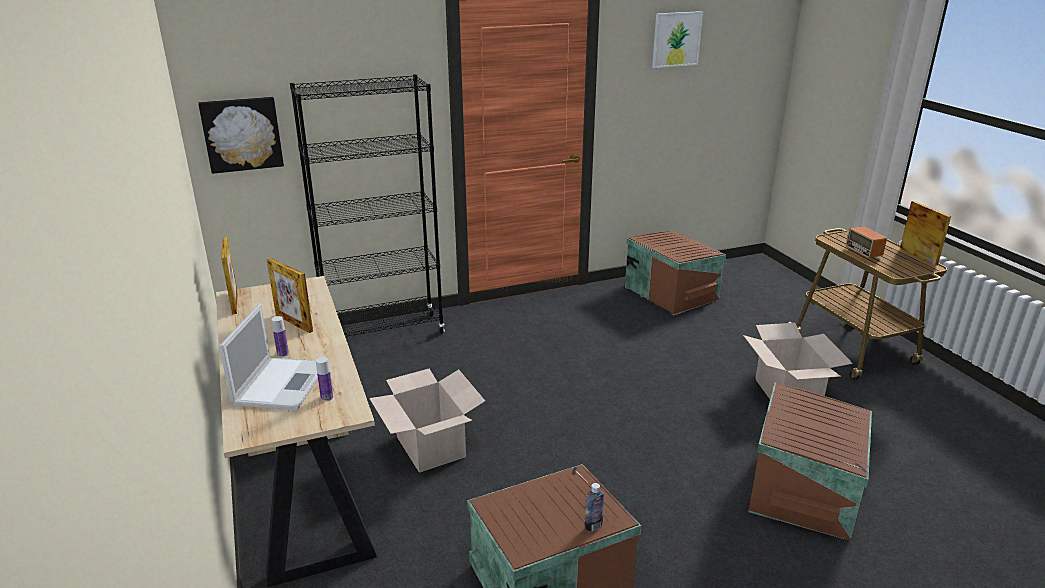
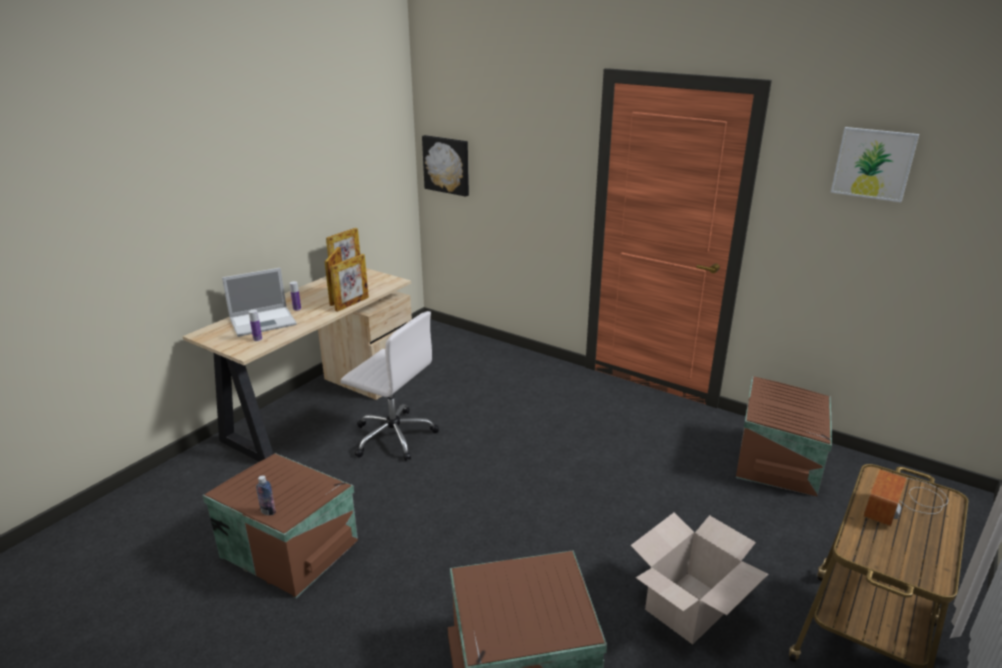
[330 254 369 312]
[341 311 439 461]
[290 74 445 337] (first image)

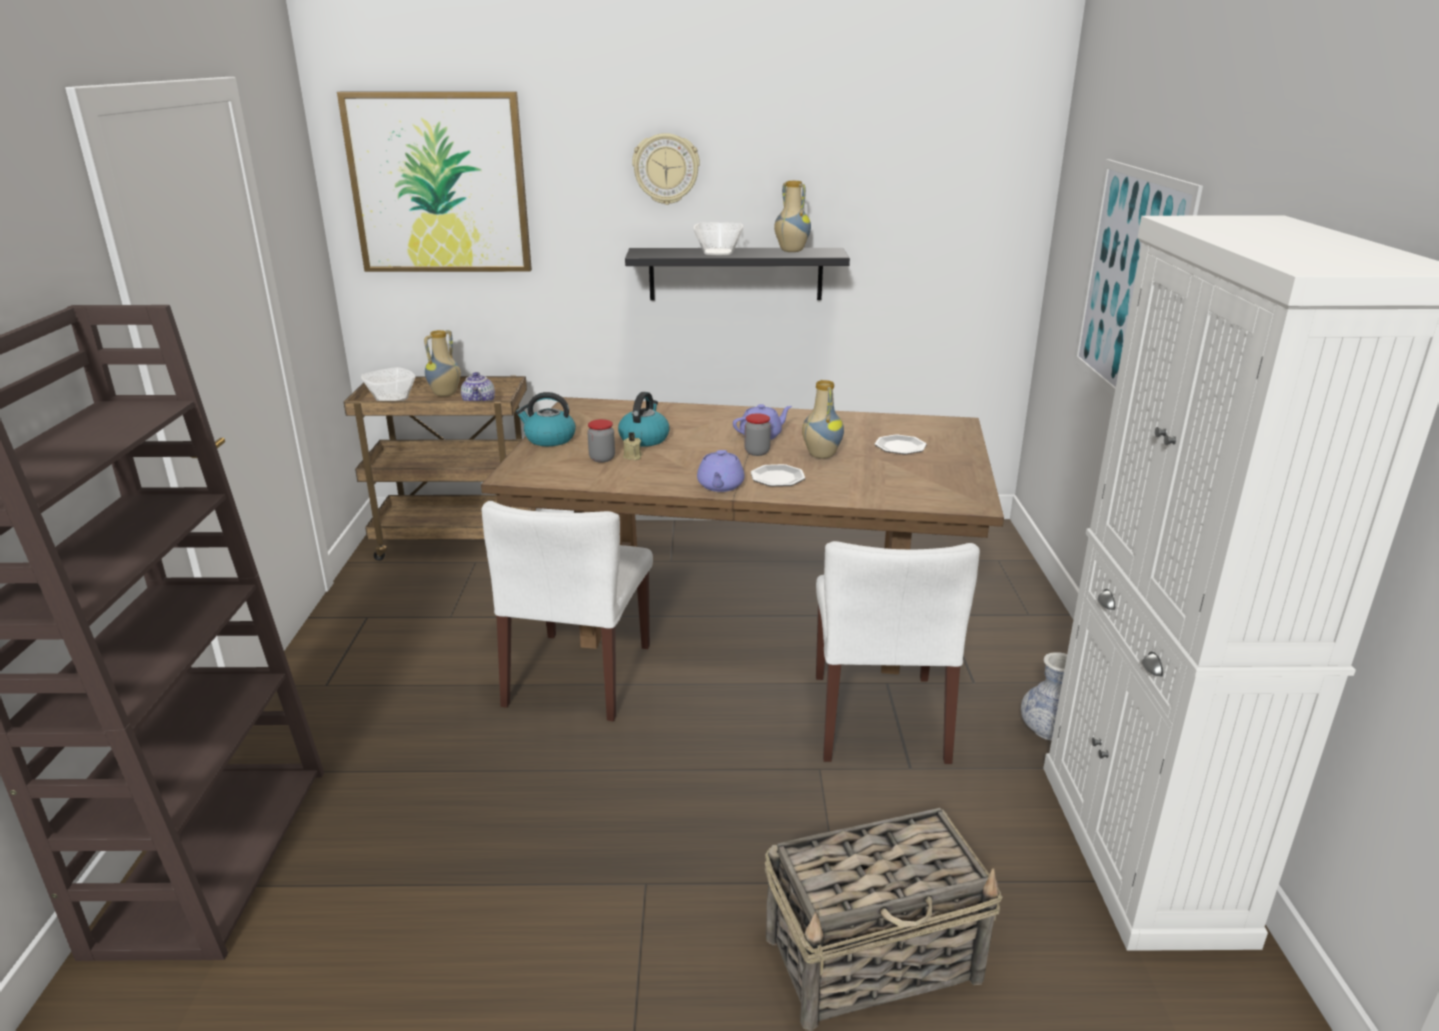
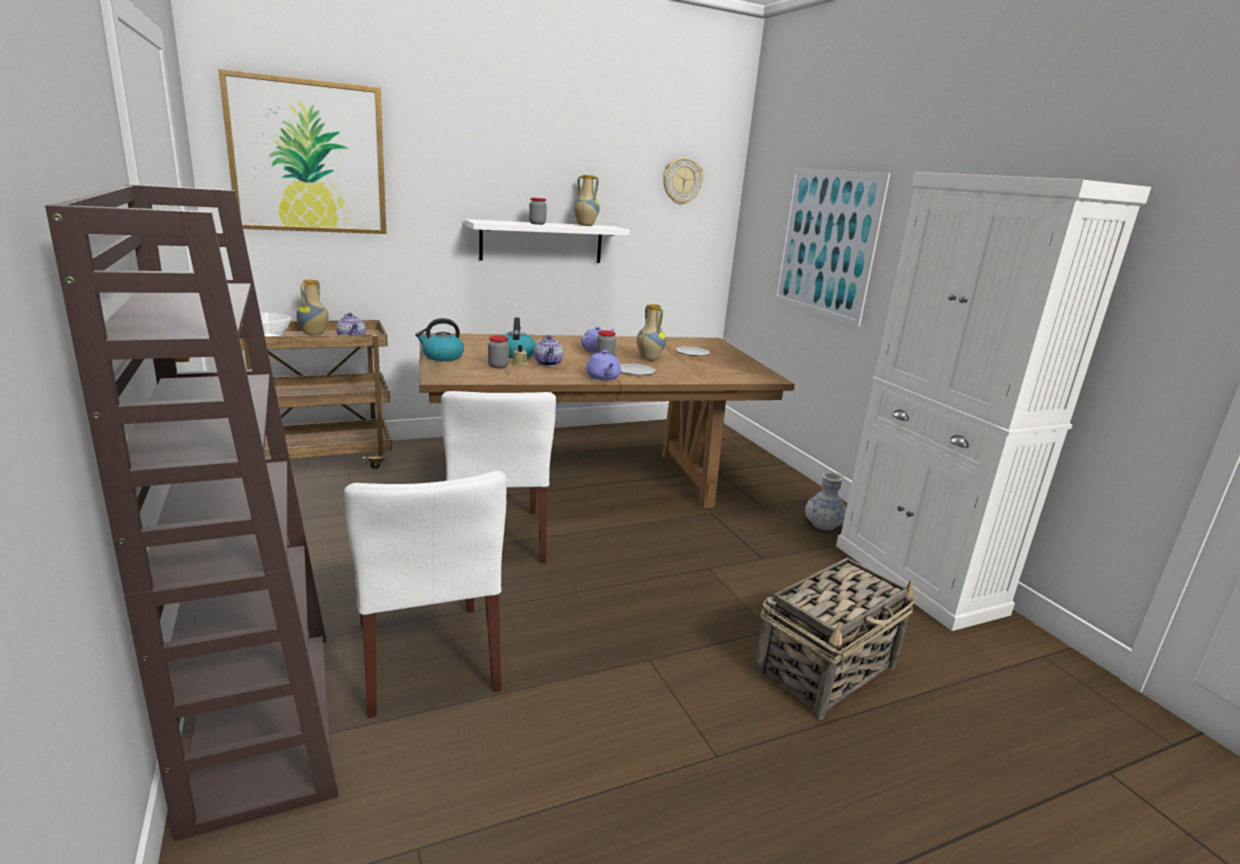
[344 471 507 718]
[465 219 630 263]
[529 198 547 225]
[534 335 563 366]
[663 157 703 205]

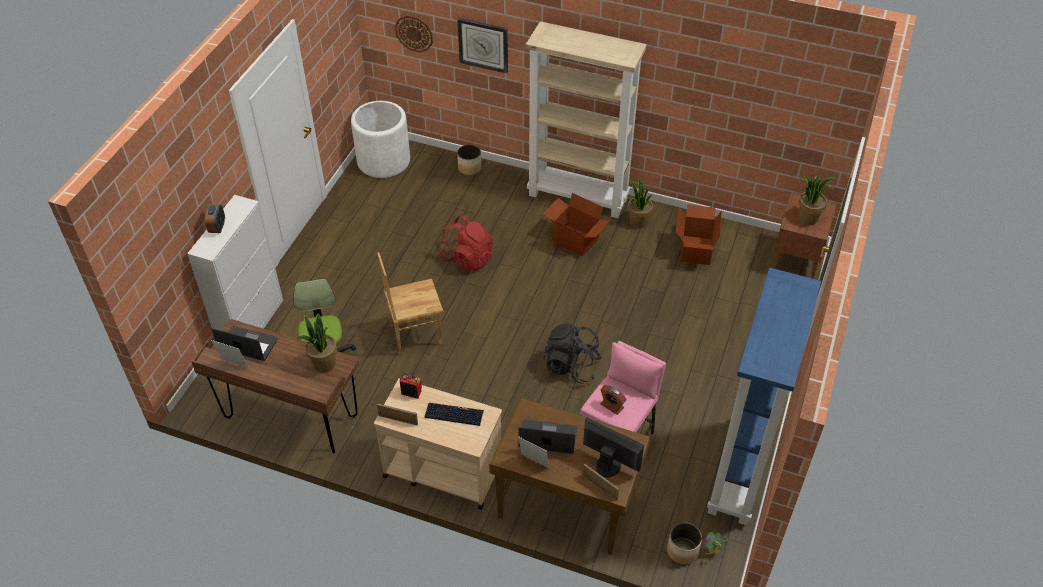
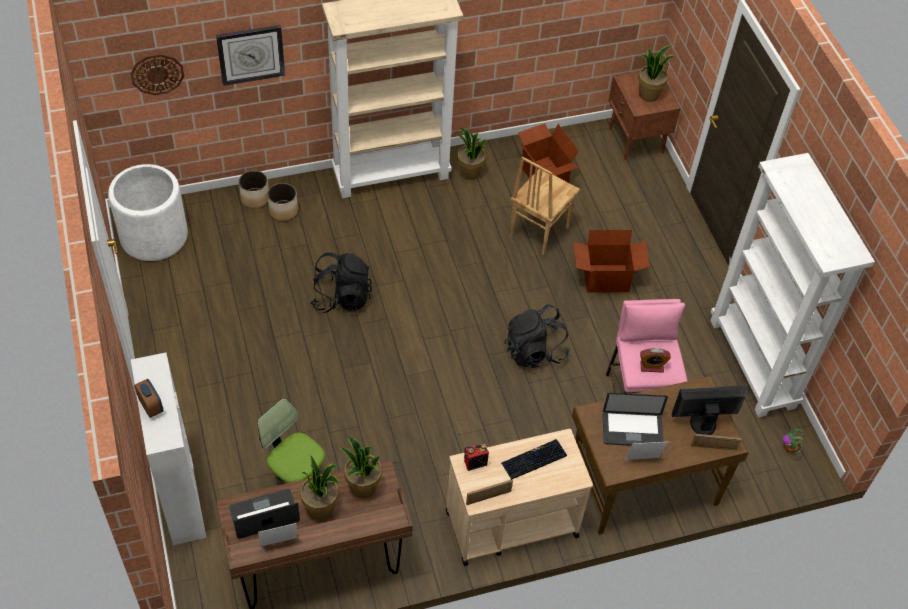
[267 183 298 221]
[300 455 339 520]
[311 252 372 313]
[510 156 580 255]
[573 230 650 292]
[603 393 668 446]
[710 153 875 417]

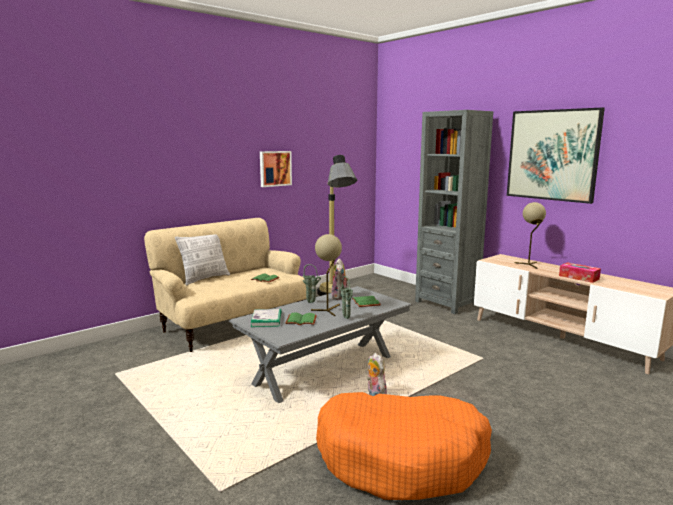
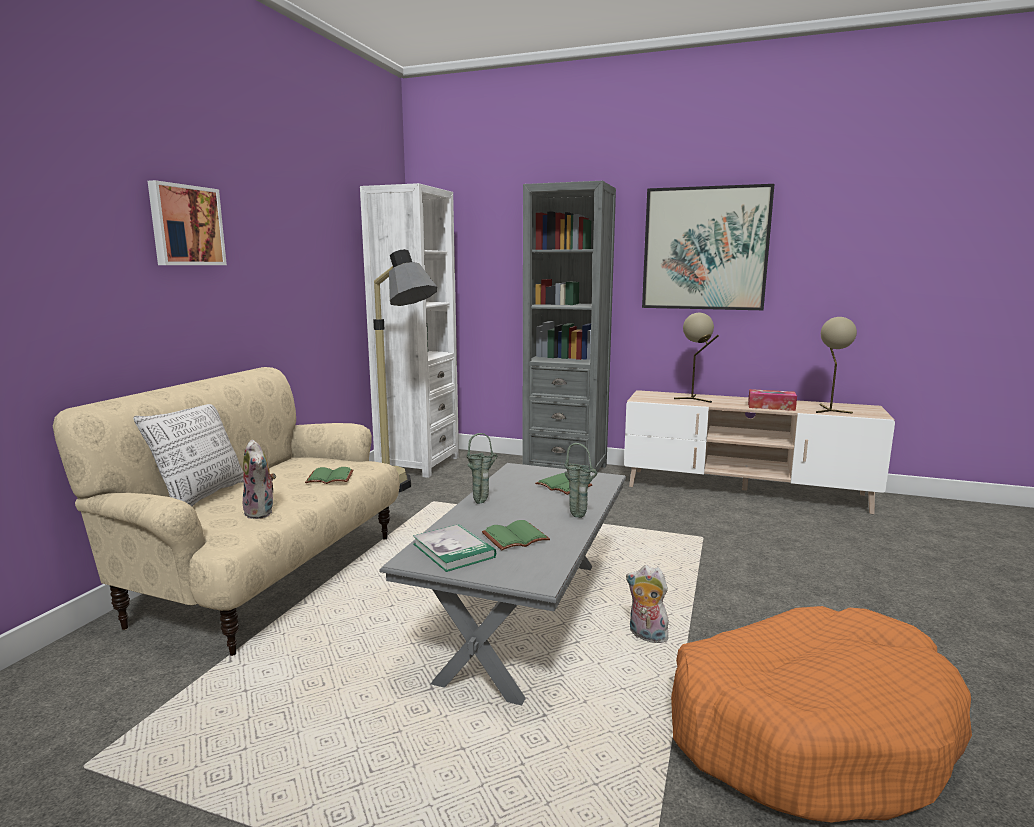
[148 180 227 265]
[243 439 276 519]
[360 183 459 478]
[816 317 857 414]

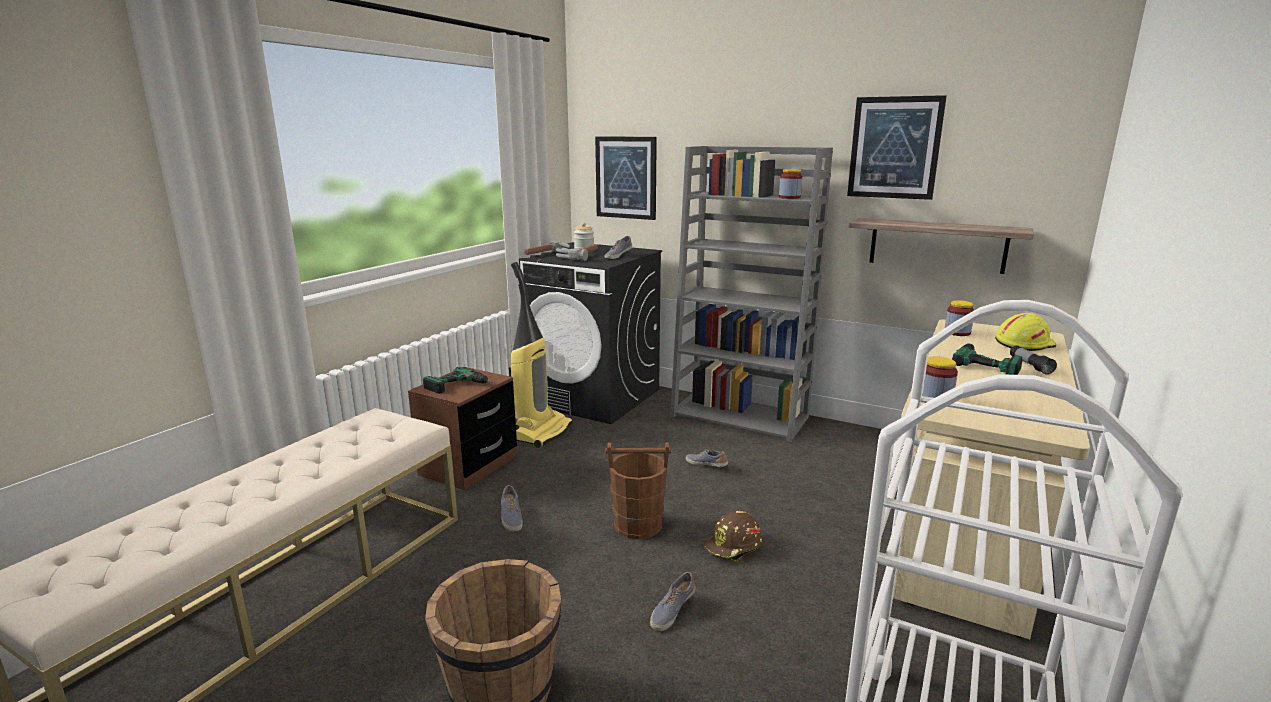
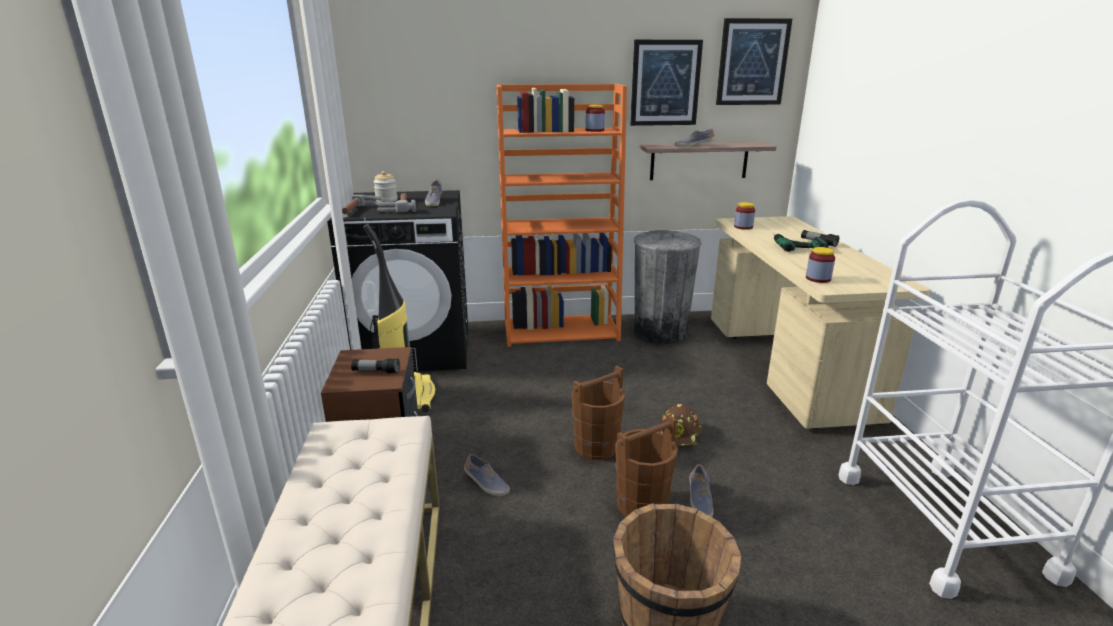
[351 358 400 373]
[496 84 627 347]
[615 415 678 517]
[634 230 702 344]
[675 128 715 147]
[716 18 792 105]
[996 313 1056 351] (first image)

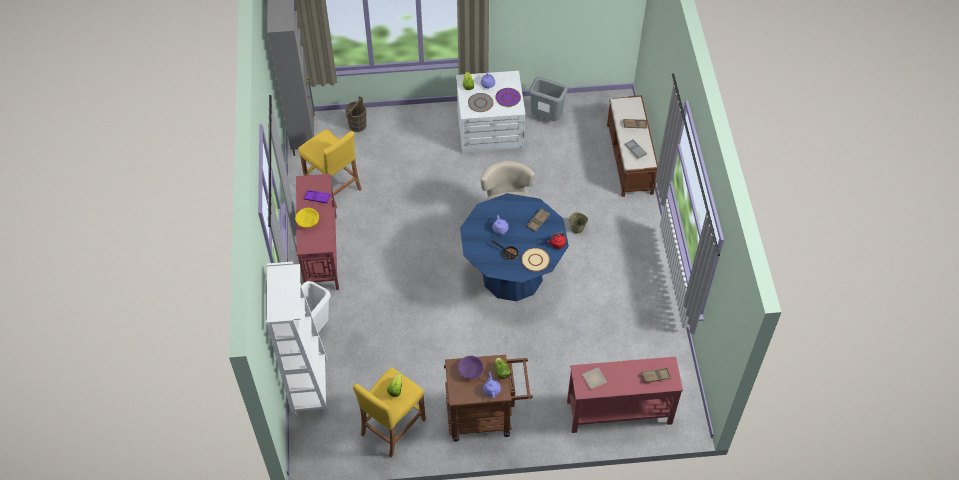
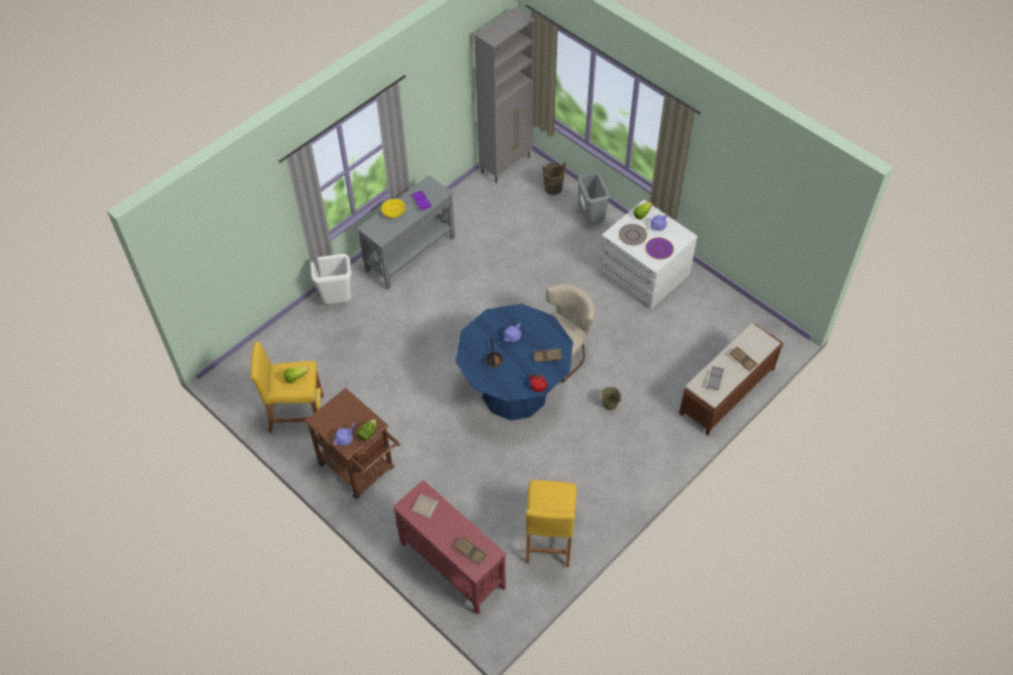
[357 175 455 290]
[526 479 577 567]
[577 172 610 224]
[266 262 329 417] (first image)
[457 356 484 379] (first image)
[521 248 550 271] (first image)

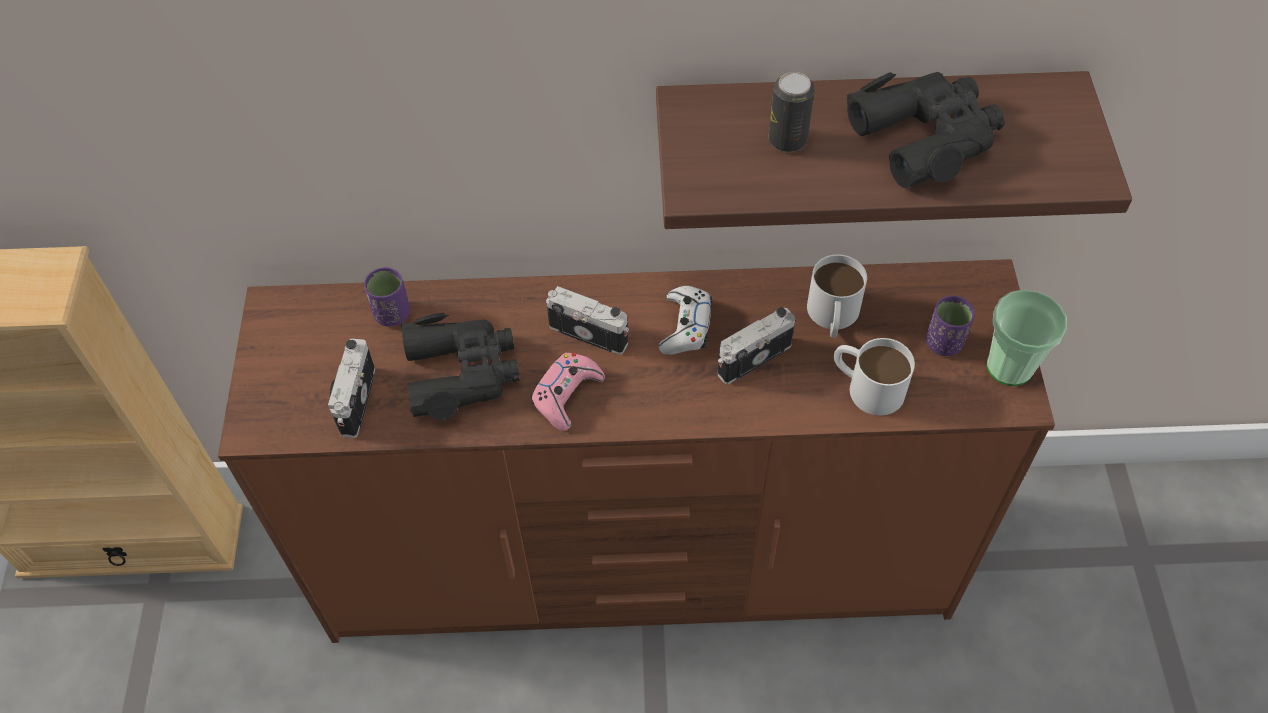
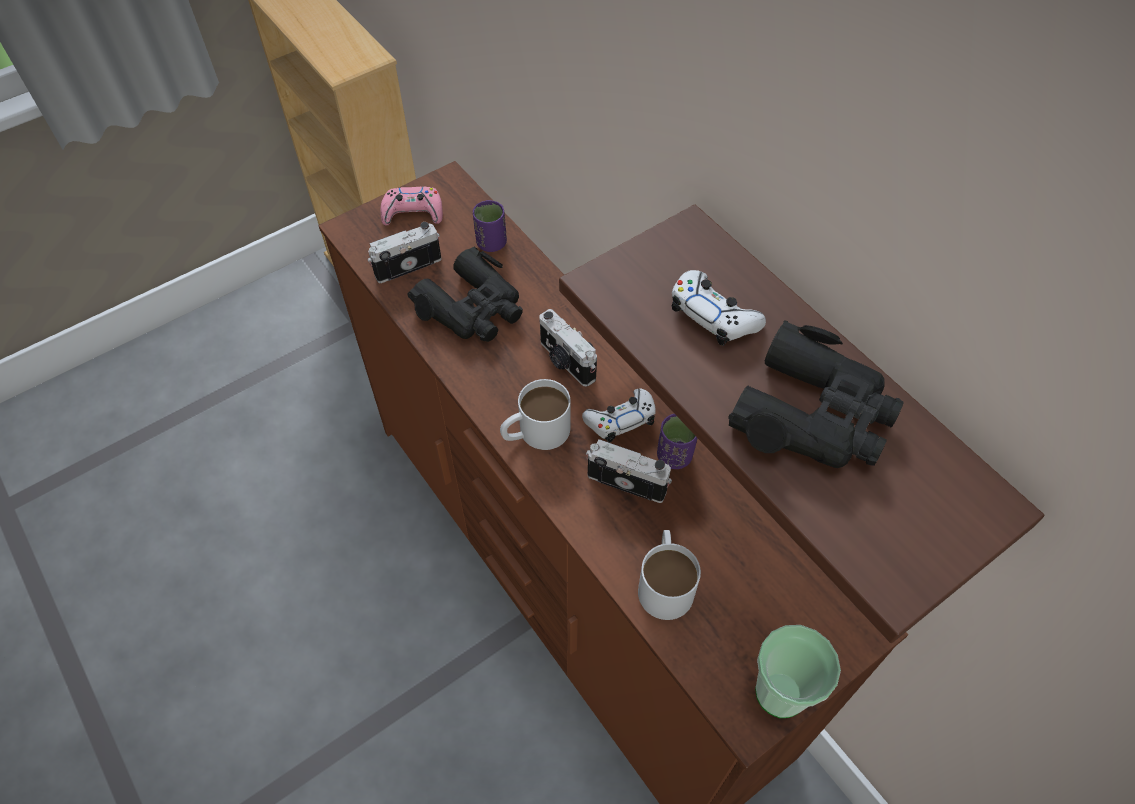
[380 187 443 226]
[500 379 570 450]
[539 309 597 387]
[657 414 697 469]
[672 270 766 346]

